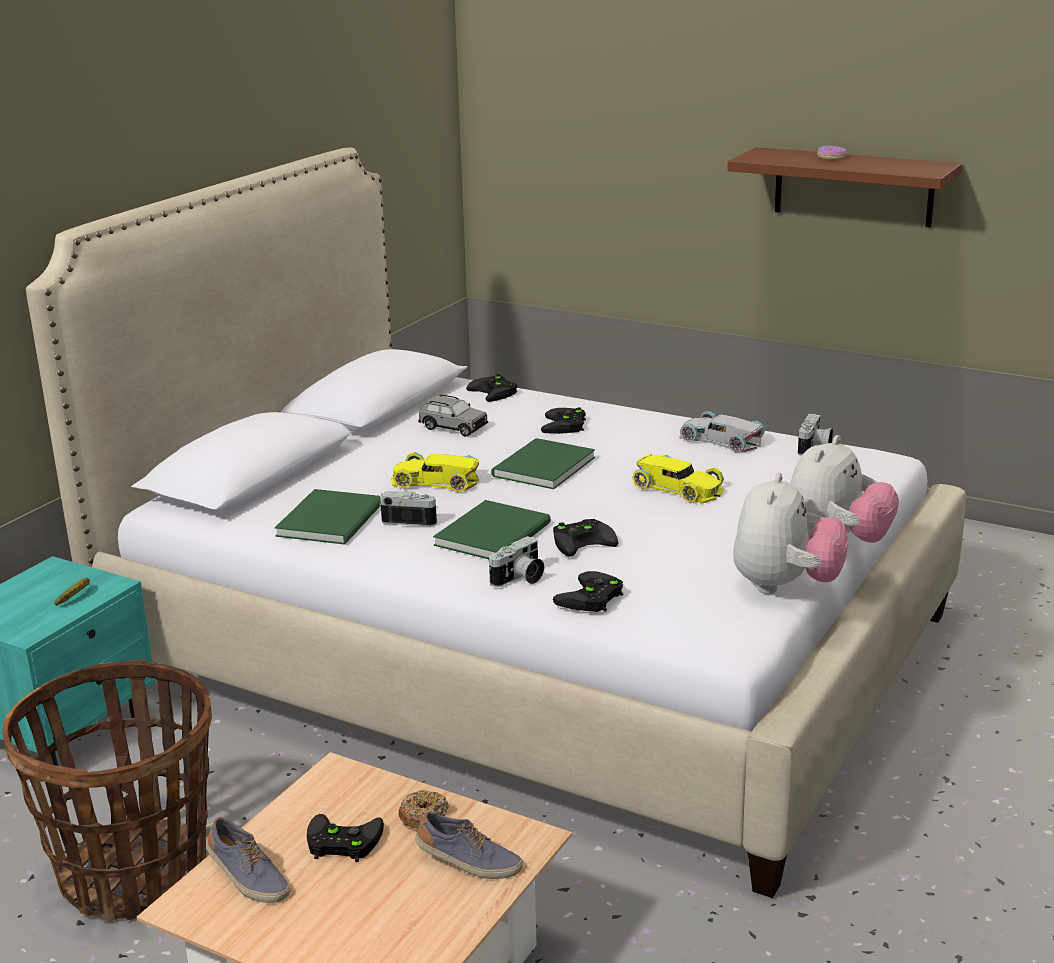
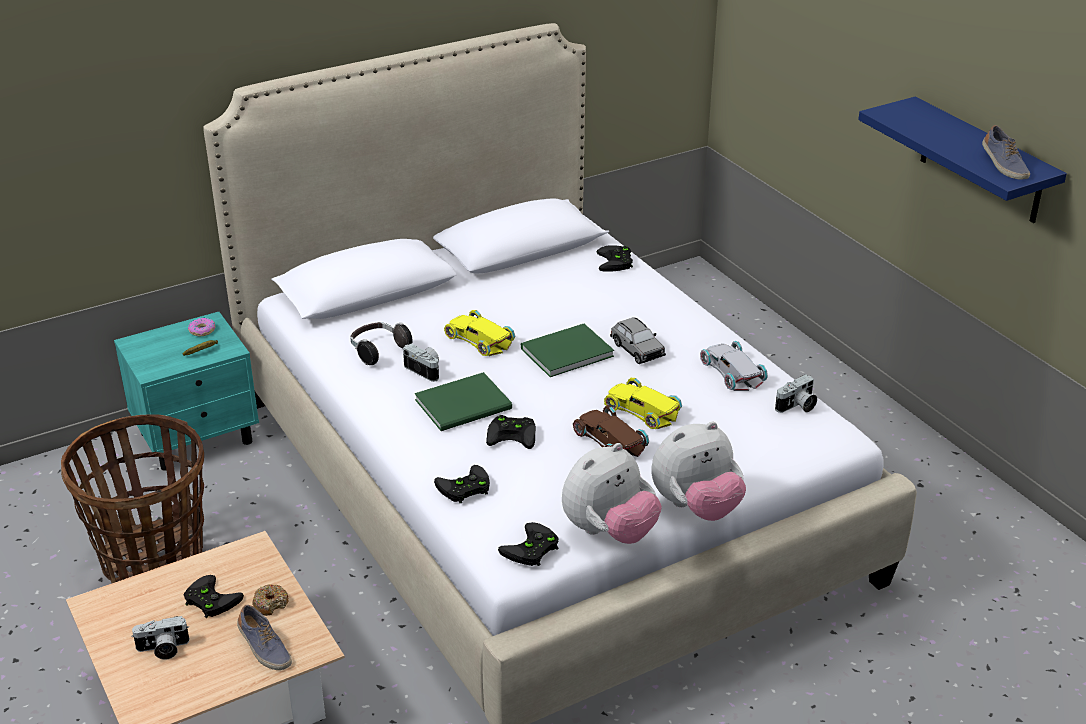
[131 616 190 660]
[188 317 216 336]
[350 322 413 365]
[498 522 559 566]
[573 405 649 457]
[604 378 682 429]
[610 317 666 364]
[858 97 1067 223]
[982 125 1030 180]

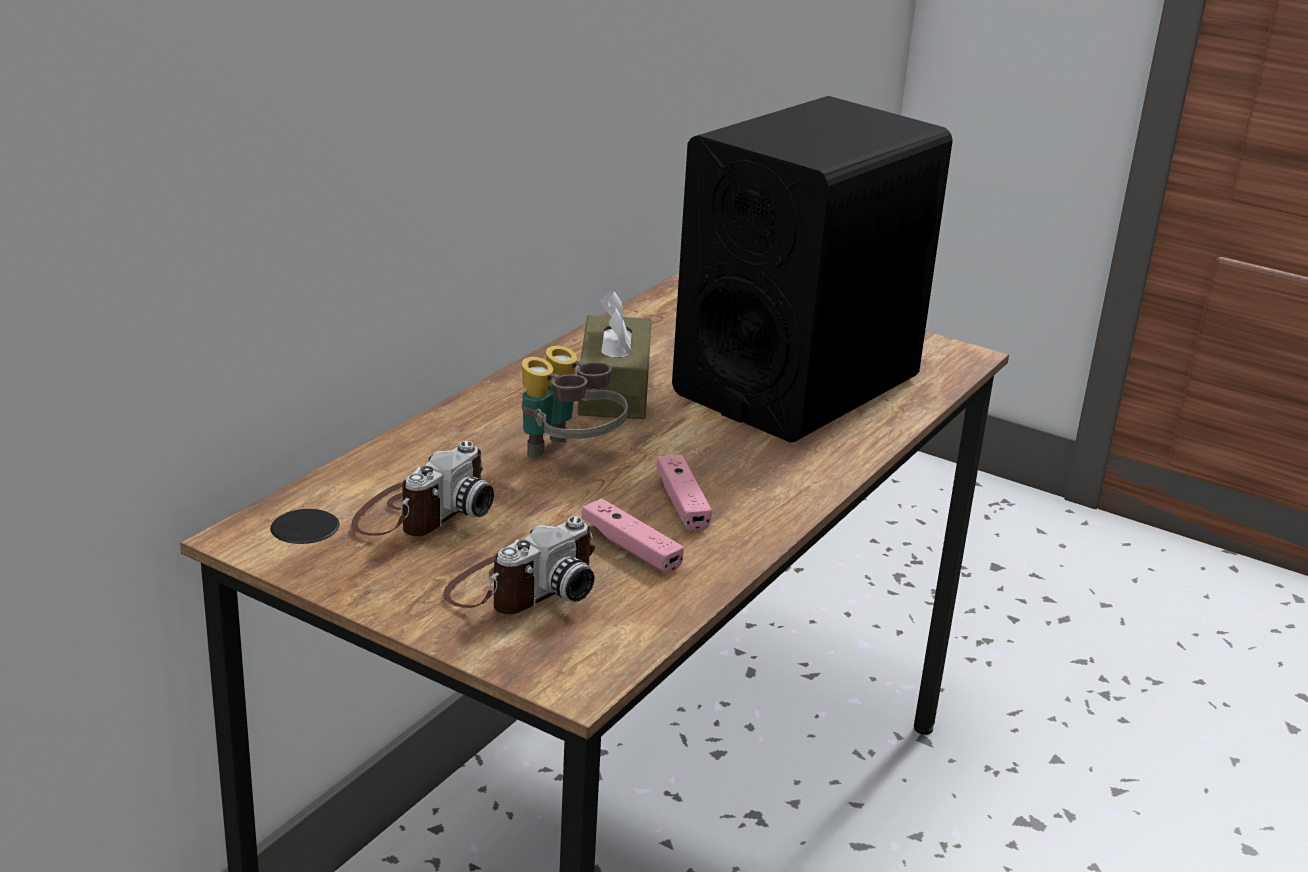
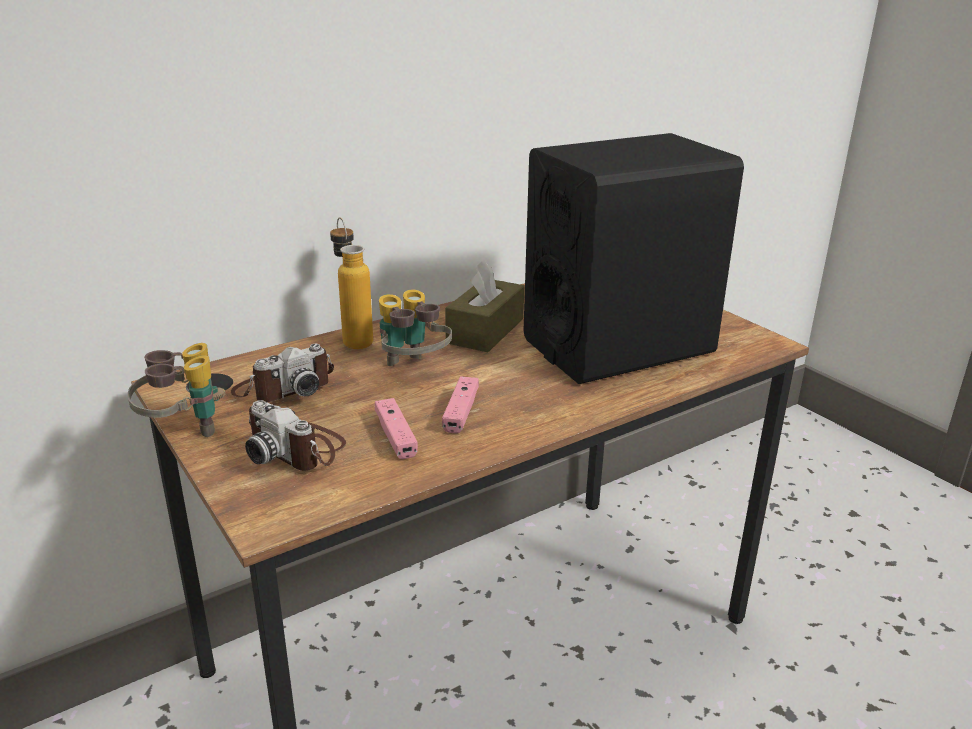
[128 343 225 437]
[245 400 346 471]
[330 217 373 349]

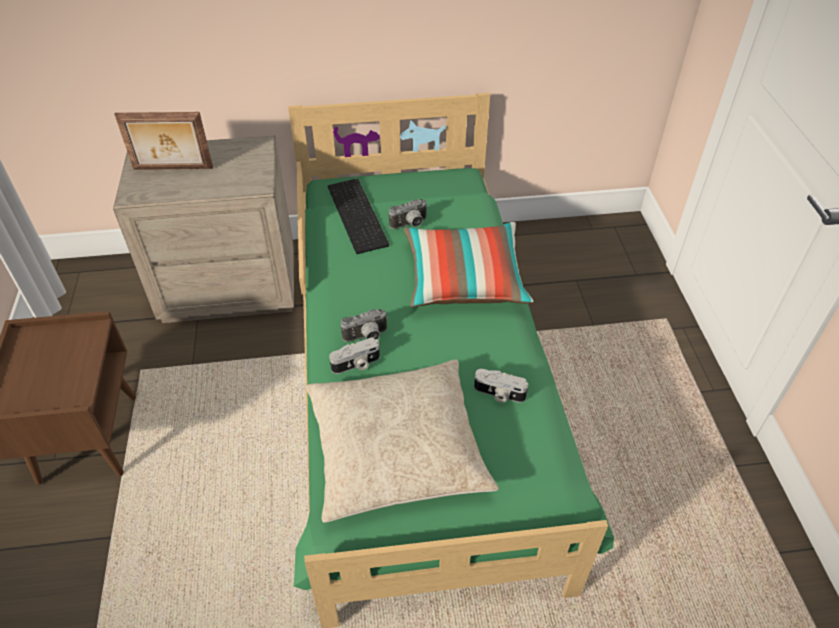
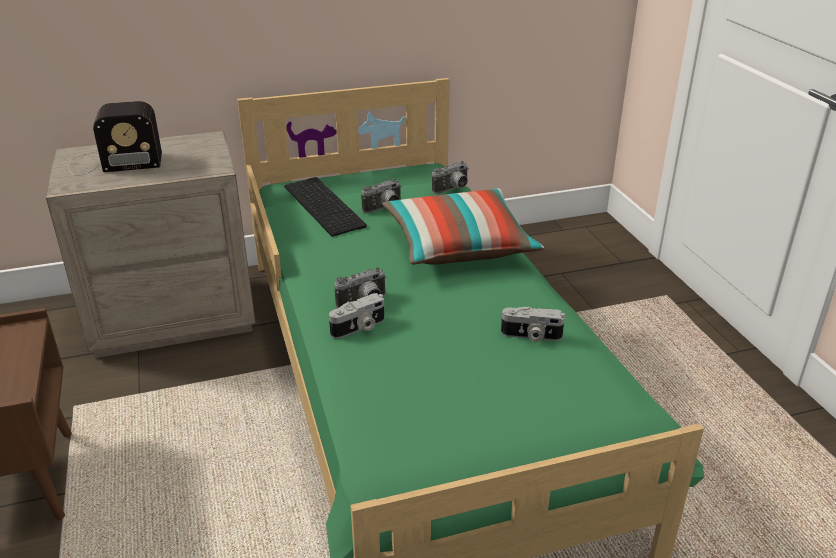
[68 101 162 176]
[432 161 469 194]
[306 359 499 523] (first image)

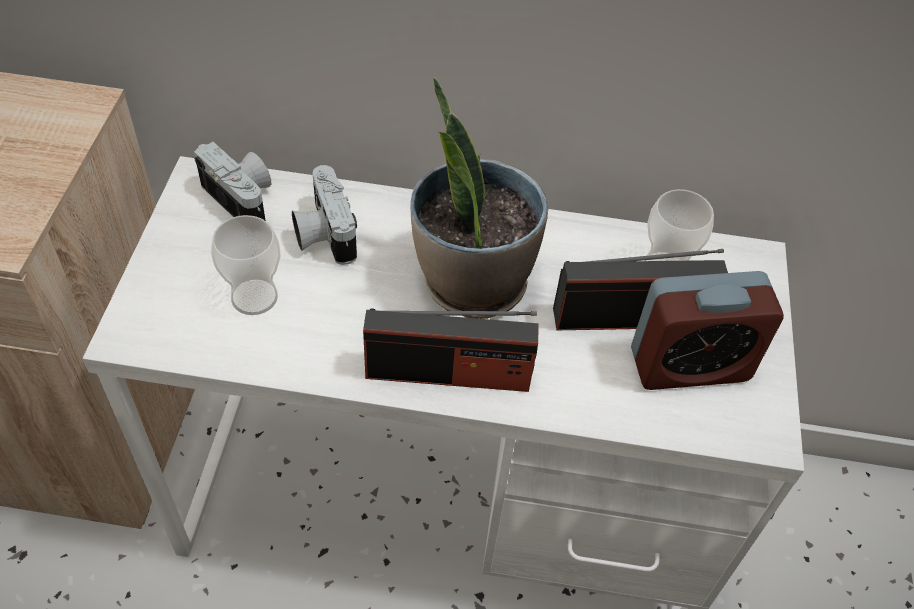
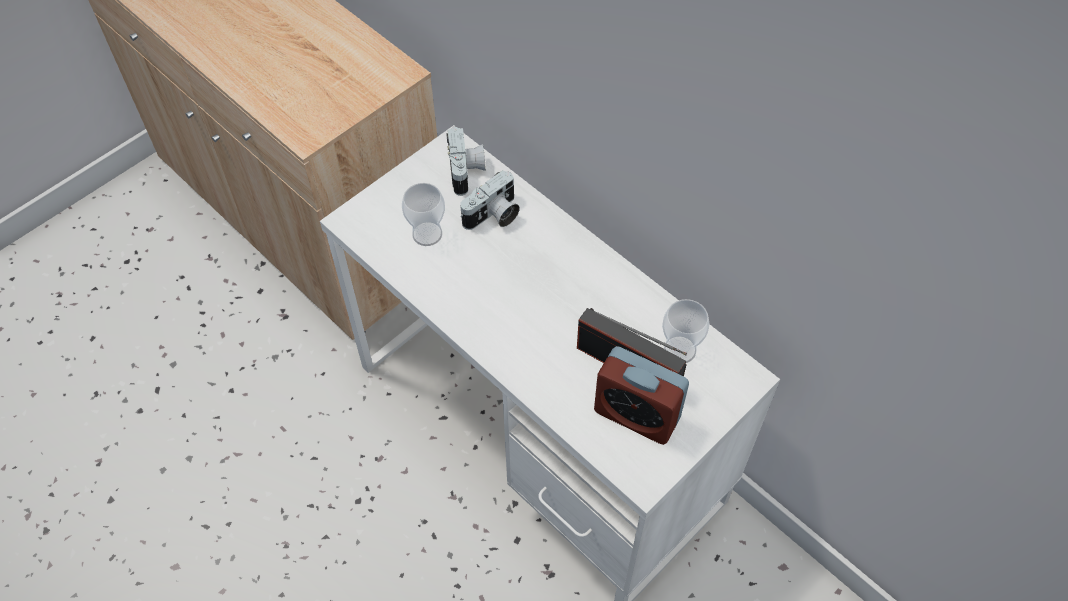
[460 170 520 230]
[363 308 539 392] (first image)
[410 77 548 319] (first image)

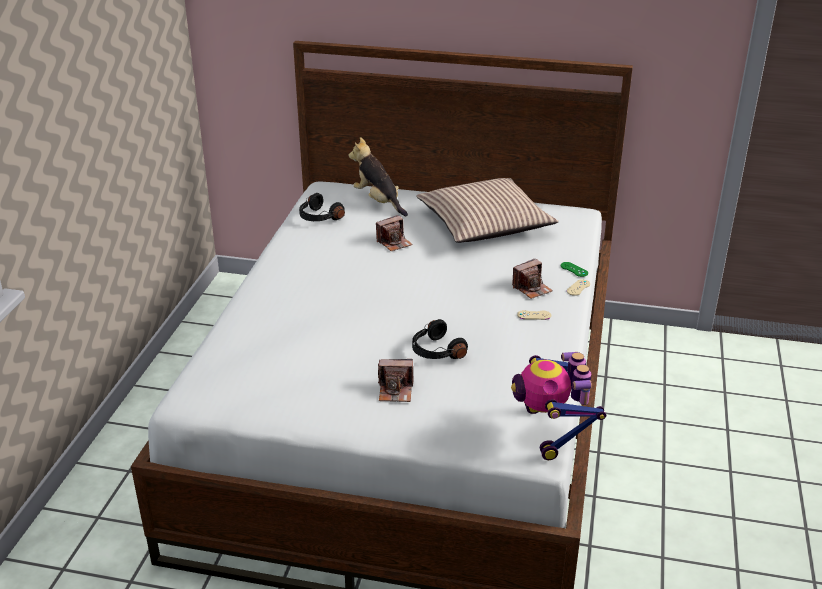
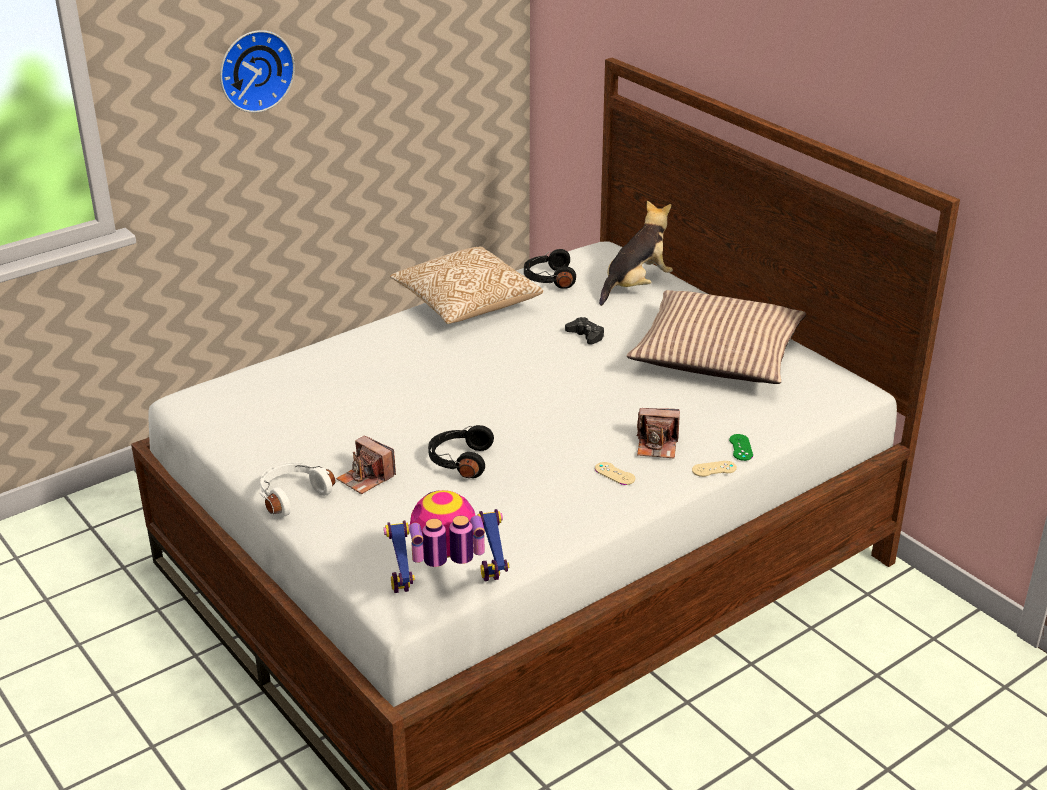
[220 30 295 113]
[260 462 336 517]
[384 490 509 593]
[390 247 543 324]
[565 317 604 345]
[599 201 673 306]

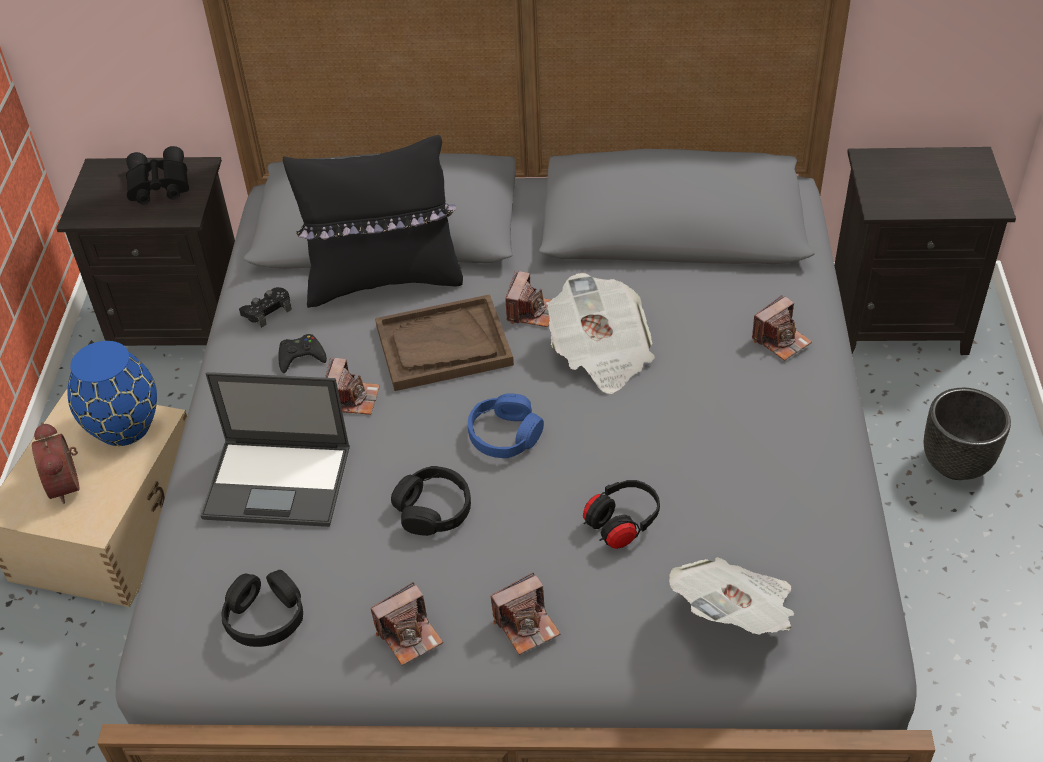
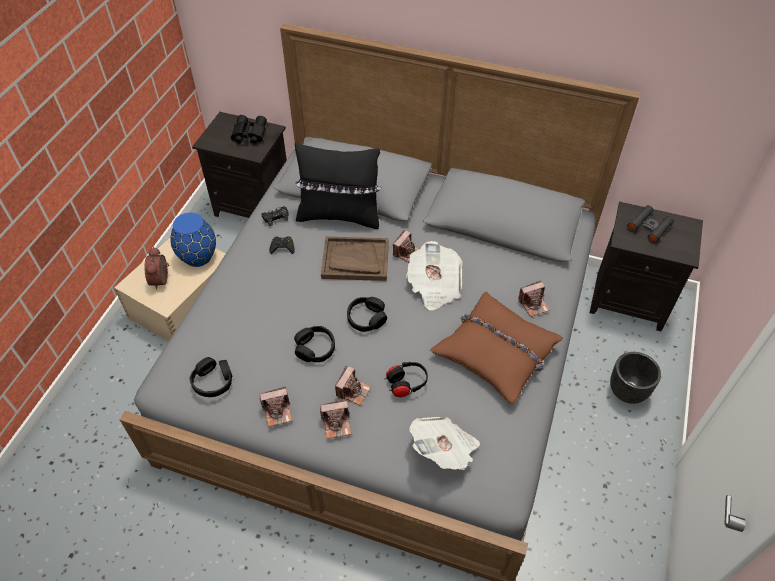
[335 366 371 405]
[347 297 387 332]
[430 292 563 405]
[627 205 674 243]
[200 372 350 527] (first image)

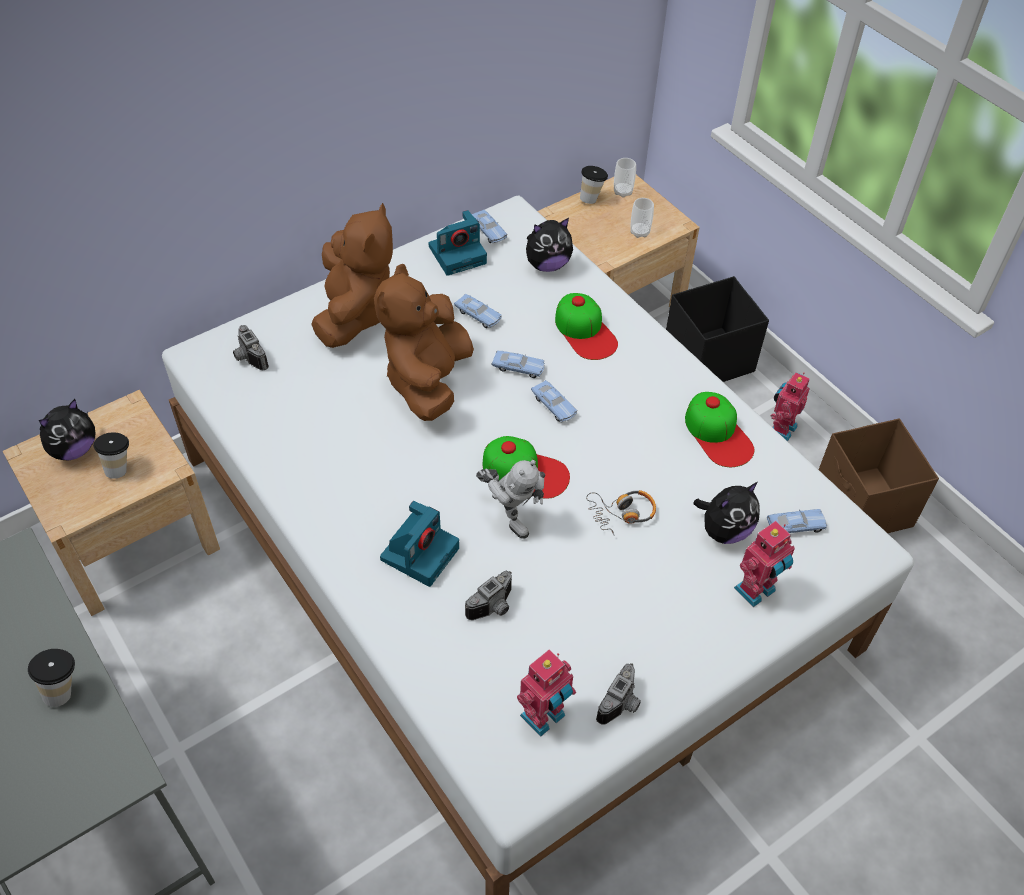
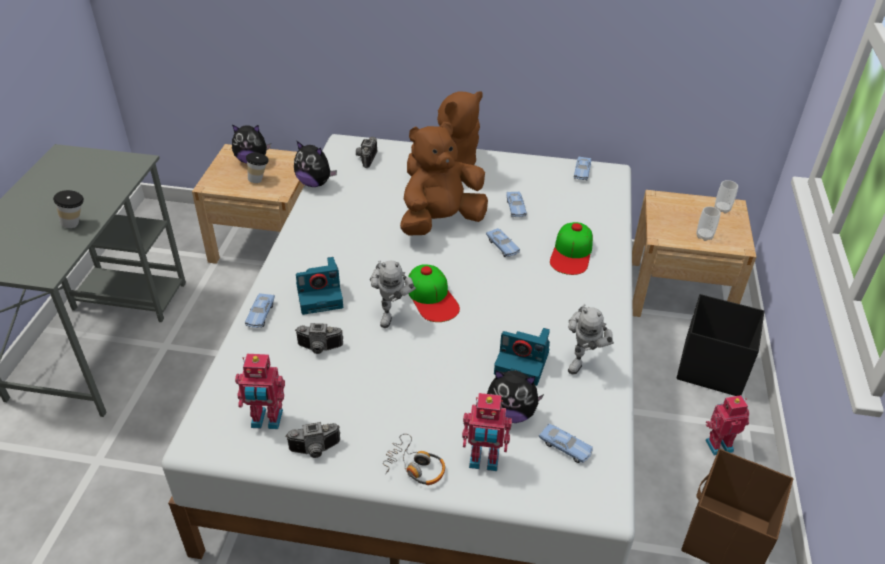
[245 293 275 328]
[294 140 337 187]
[383 434 445 485]
[494 328 550 386]
[568 304 614 375]
[580 166 608 204] (first image)

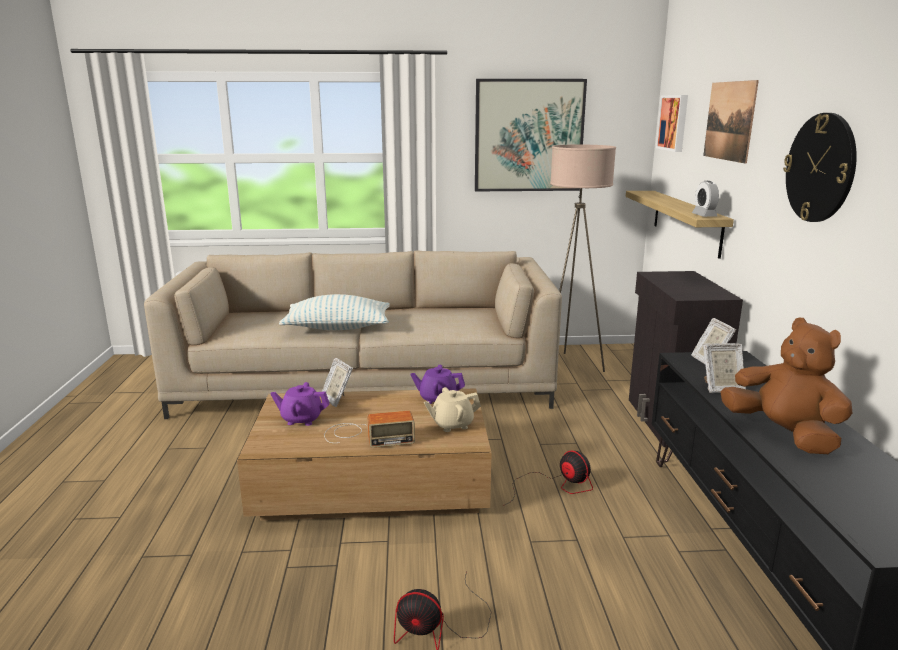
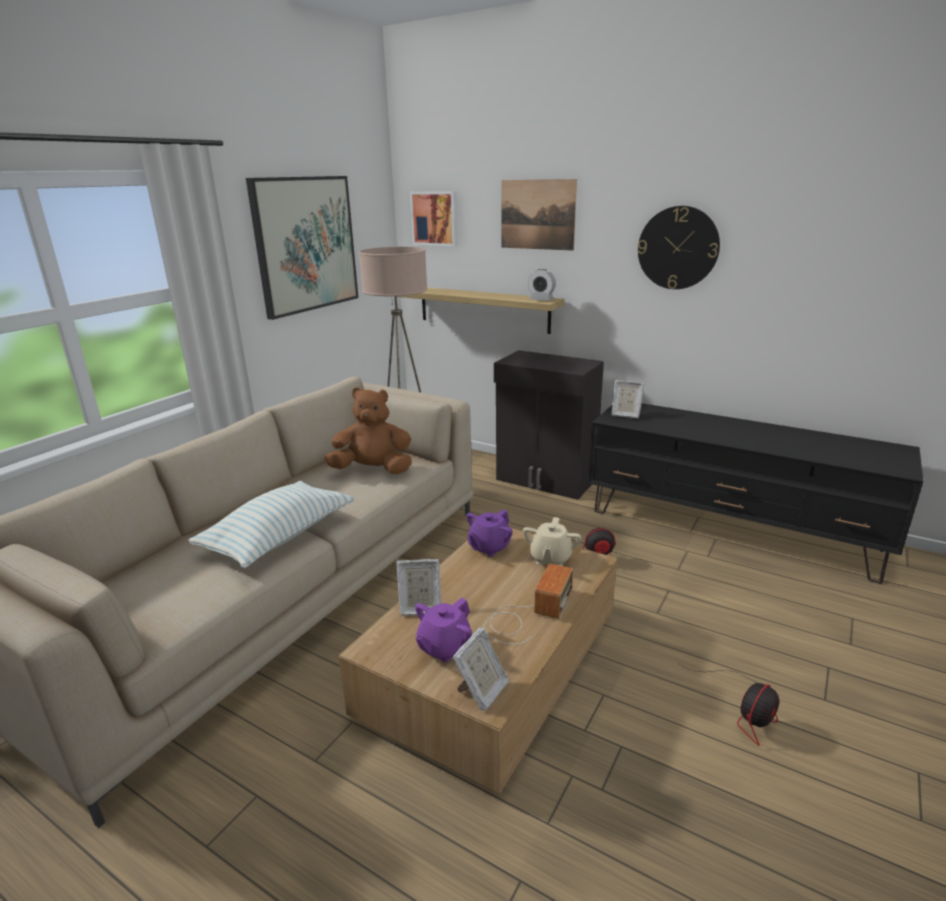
[324 387 412 474]
[453 627 509 711]

